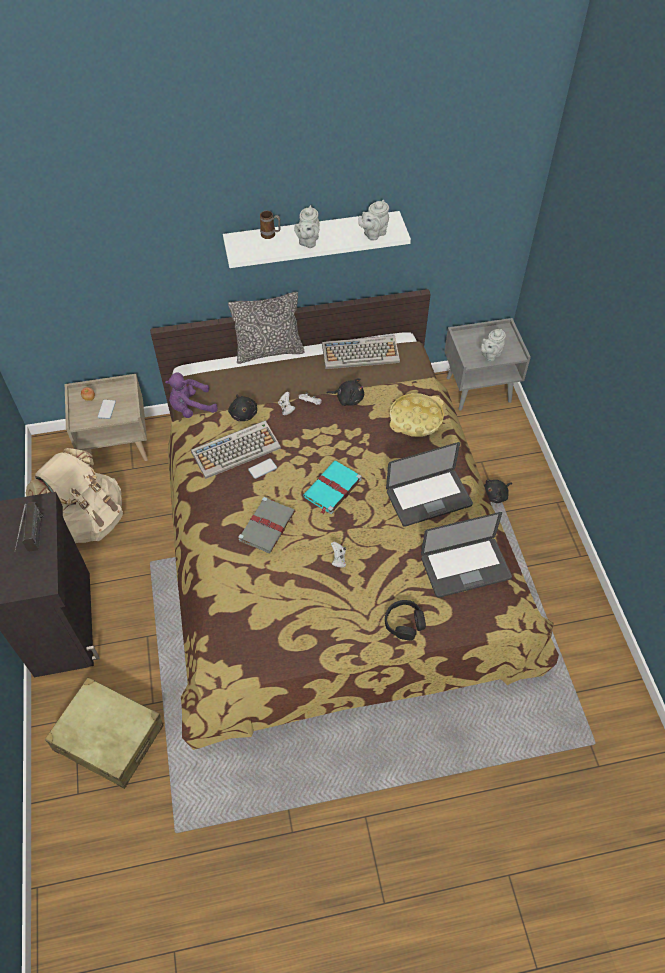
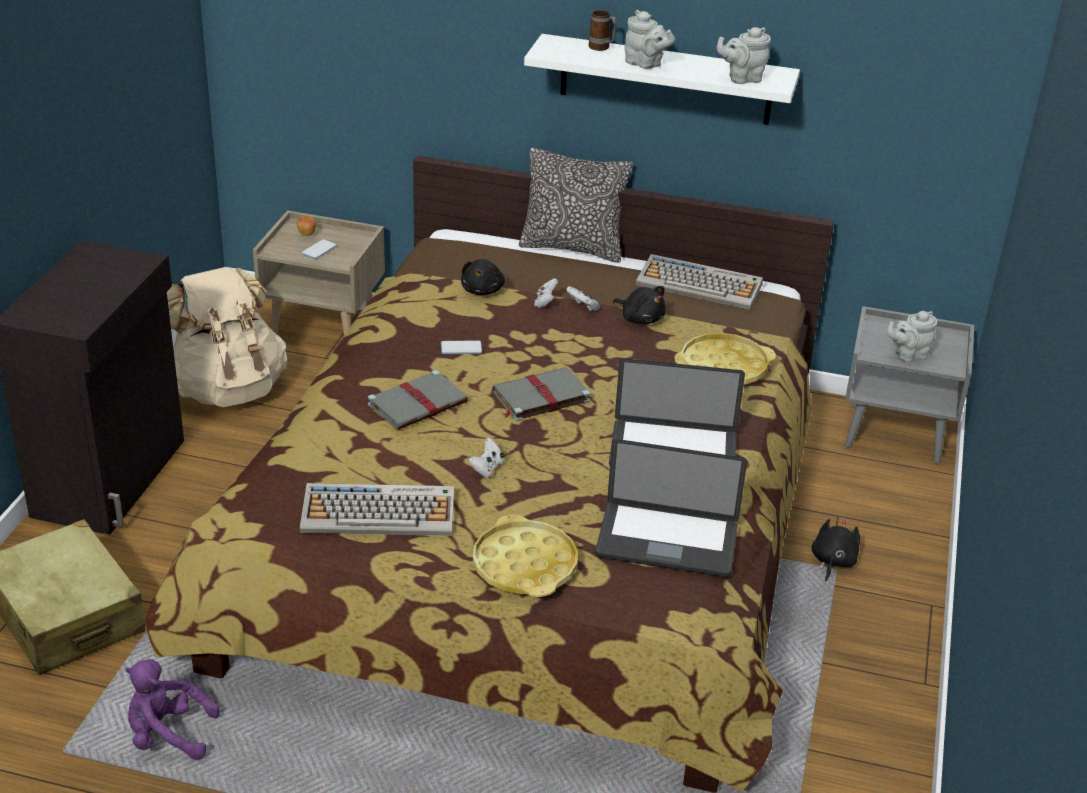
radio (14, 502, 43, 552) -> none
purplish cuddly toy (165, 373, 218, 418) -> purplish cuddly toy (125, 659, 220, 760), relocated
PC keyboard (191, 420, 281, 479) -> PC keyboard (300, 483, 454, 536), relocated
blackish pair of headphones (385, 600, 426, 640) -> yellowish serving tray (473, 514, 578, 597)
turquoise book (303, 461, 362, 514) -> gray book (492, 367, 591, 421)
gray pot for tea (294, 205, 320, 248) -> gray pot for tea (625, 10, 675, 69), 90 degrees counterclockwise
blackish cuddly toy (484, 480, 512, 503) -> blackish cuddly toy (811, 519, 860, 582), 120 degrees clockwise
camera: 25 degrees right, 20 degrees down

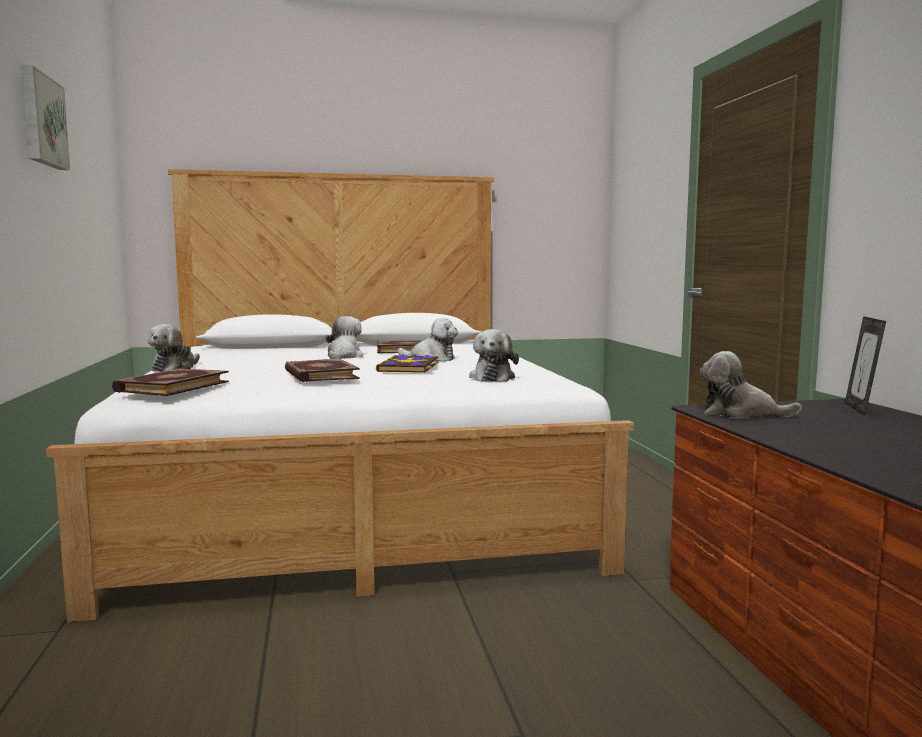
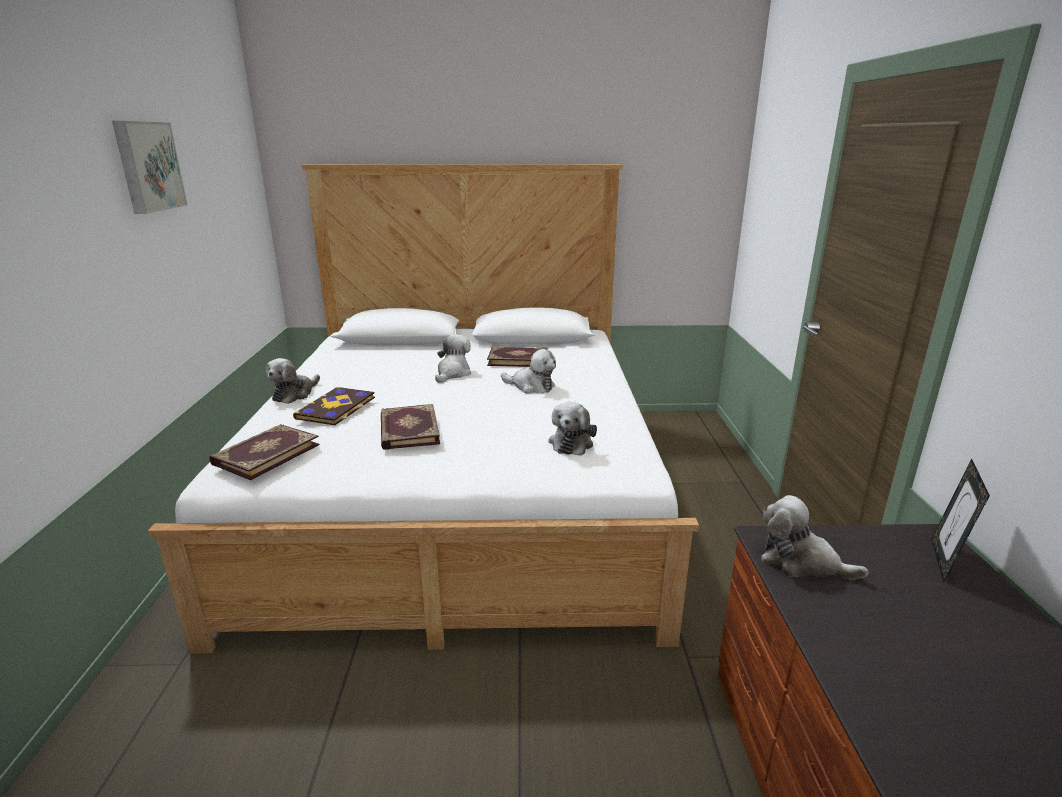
book (376, 354, 440, 373) -> book (293, 387, 375, 425), relocated
camera: 10 degrees right, 15 degrees up

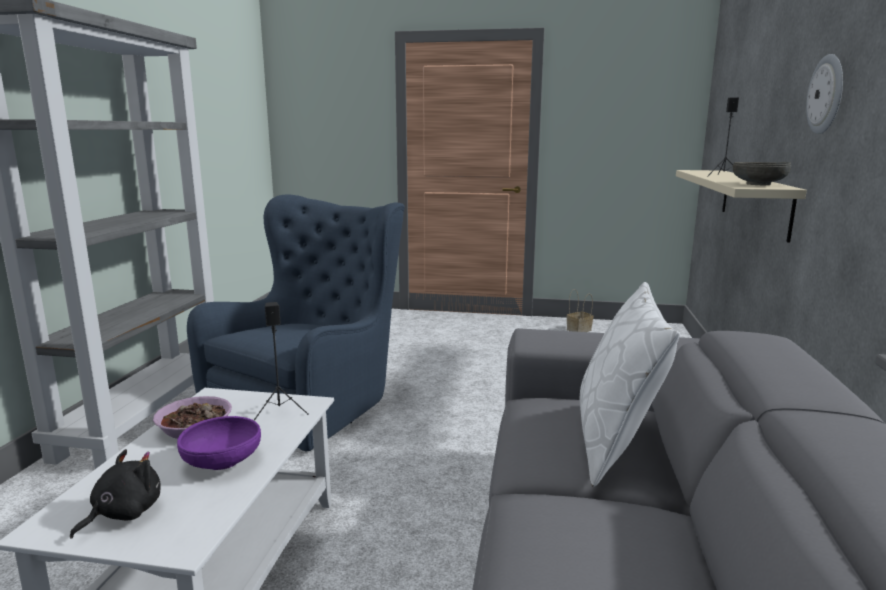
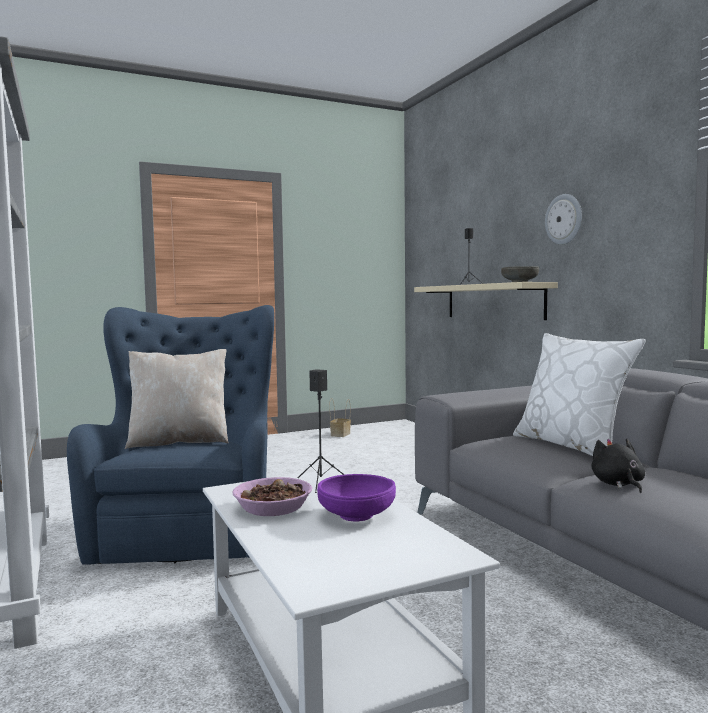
none -> beige-coloured cushion (125, 349, 229, 449)
blackish cuddly toy (70, 449, 161, 539) -> blackish cuddly toy (592, 439, 645, 493), relocated
camera: 35 degrees left, 10 degrees down

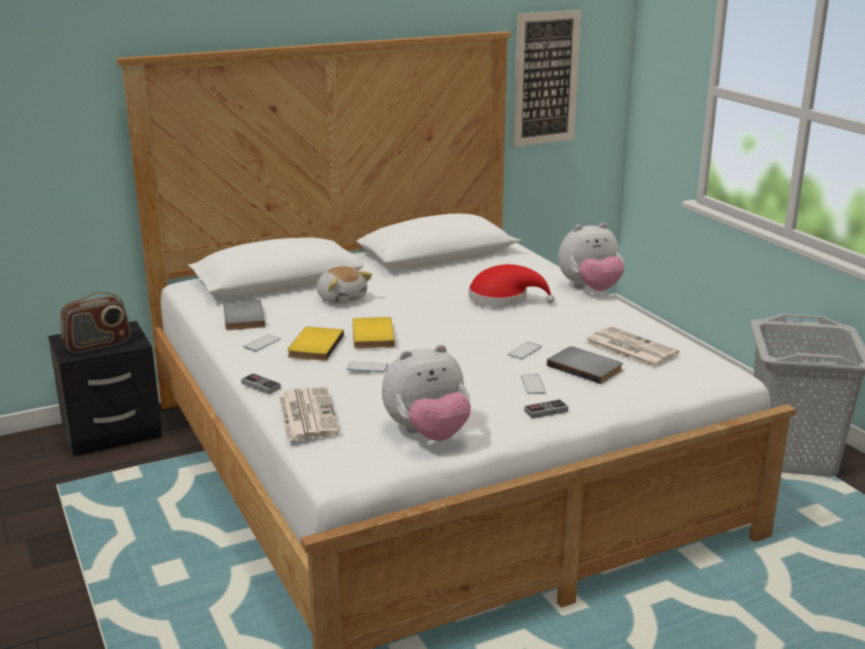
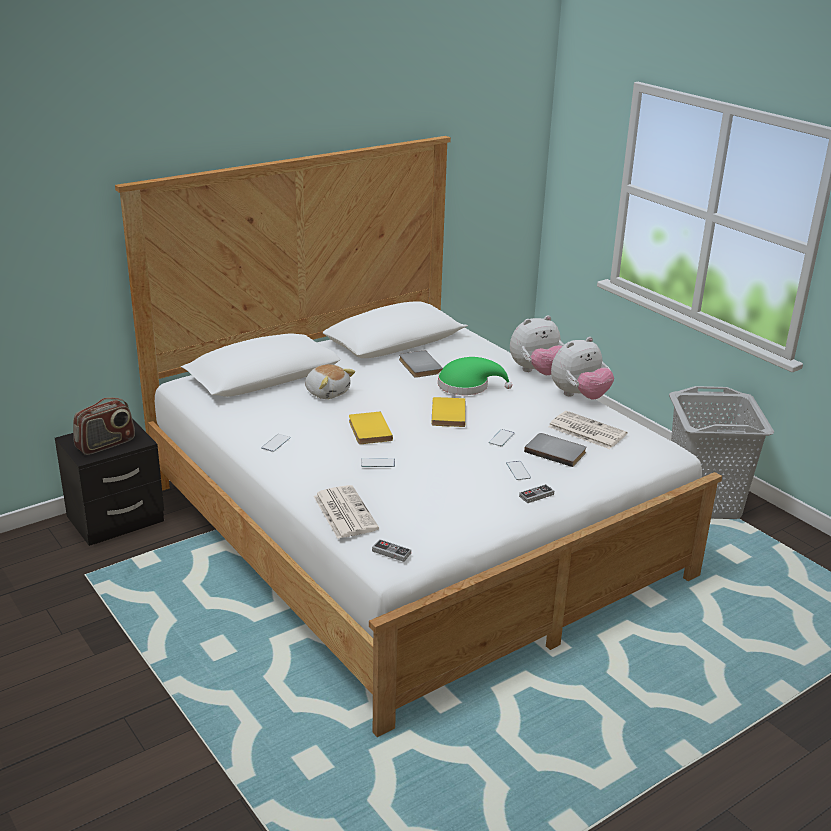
wall art (513, 10, 581, 147) -> none
gray book (223, 300, 265, 330) -> gray book (399, 350, 443, 378), relocated
joypad (241, 373, 281, 394) -> joypad (372, 539, 411, 562), relocated
yellowish book (287, 327, 344, 361) -> yellowish book (431, 397, 465, 427), relocated
cuddly toy (382, 344, 471, 441) -> cuddly toy (551, 337, 614, 400), relocated
red hat (469, 264, 555, 307) -> greenish hat (438, 357, 512, 395)
camera: 10 degrees left, 5 degrees up

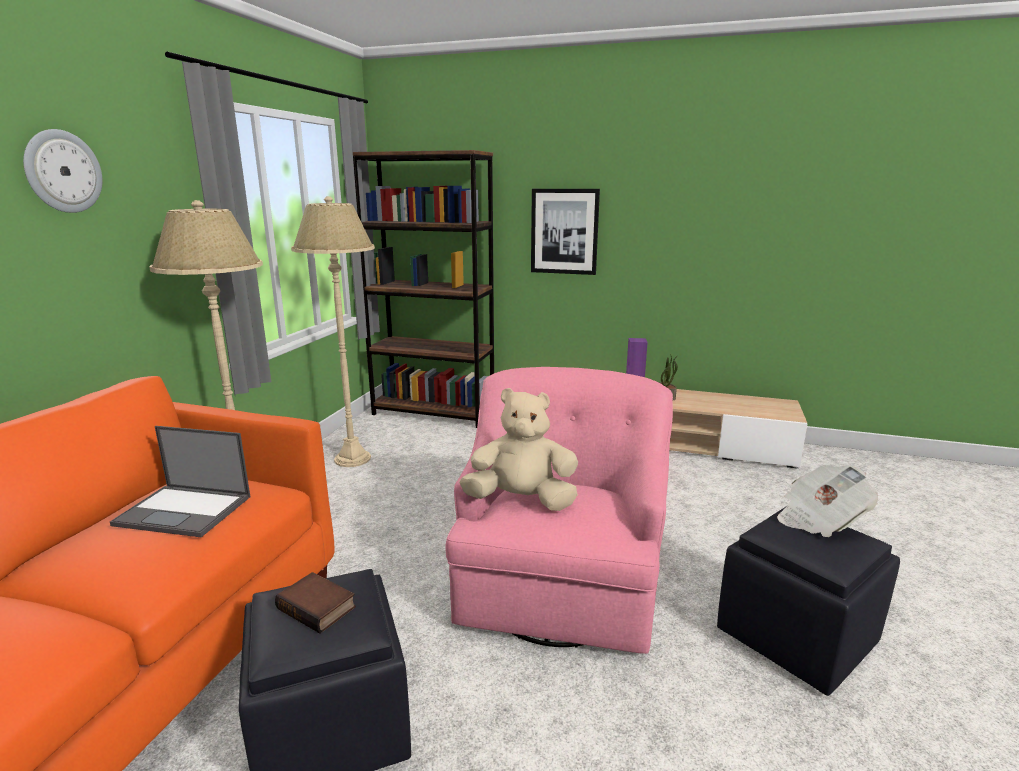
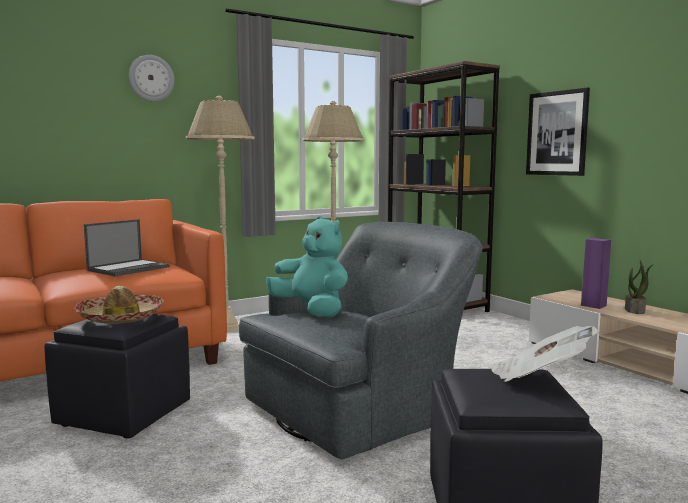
book (275, 572, 356, 634) -> hat (75, 286, 164, 324)
pinkish lounge chair (446, 367, 673, 654) -> gray lounge chair (239, 222, 483, 459)
beige-coloured cuddly toy (459, 388, 578, 511) -> turquoise cuddly toy (266, 216, 348, 317)
notebook computer (110, 426, 250, 537) -> notebook computer (84, 219, 170, 277), 105 degrees counterclockwise
camera: 40 degrees right, 10 degrees down

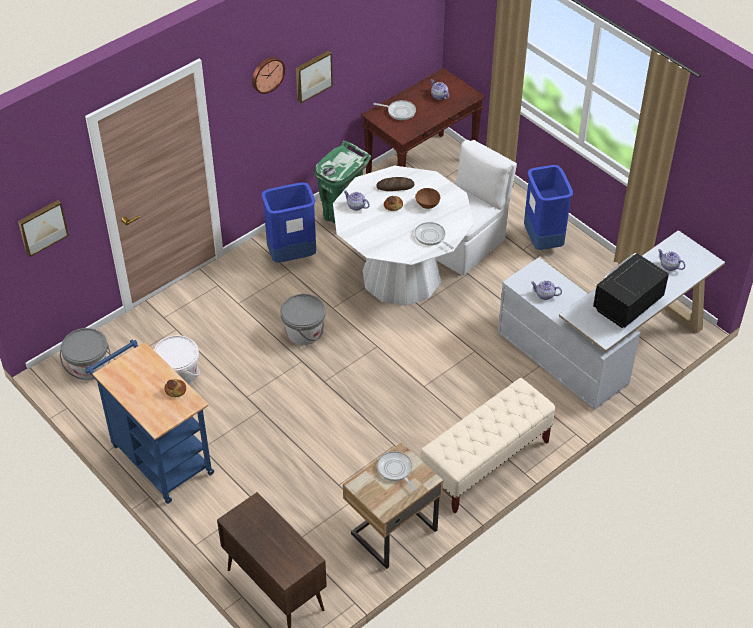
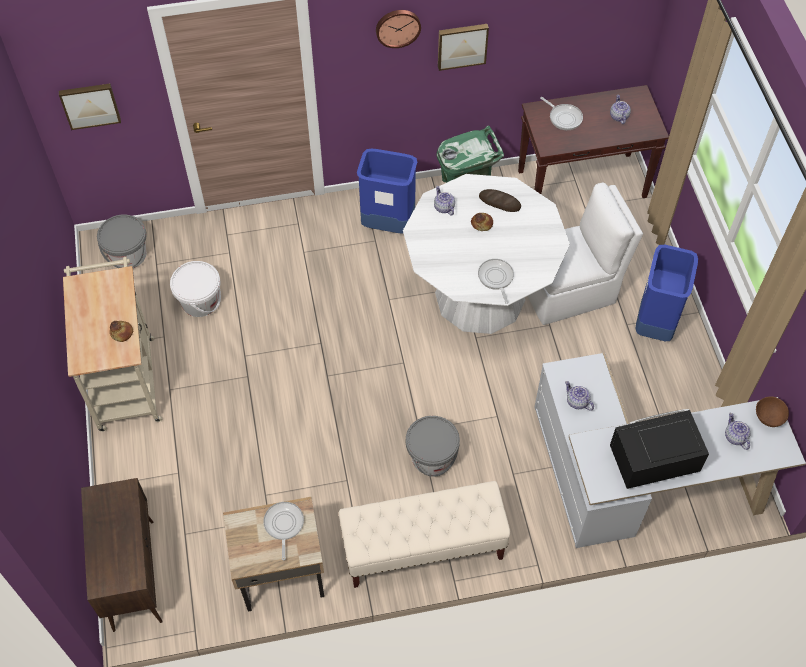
gray pail (280, 294, 326, 345) -> gray pail (406, 416, 460, 477), relocated
brownish serving bowl (415, 188, 440, 209) -> brownish serving bowl (756, 397, 789, 427), relocated
blue-coloured cart (85, 339, 214, 504) -> beige-coloured cart (63, 257, 162, 432)
camera: 30 degrees right, 10 degrees up

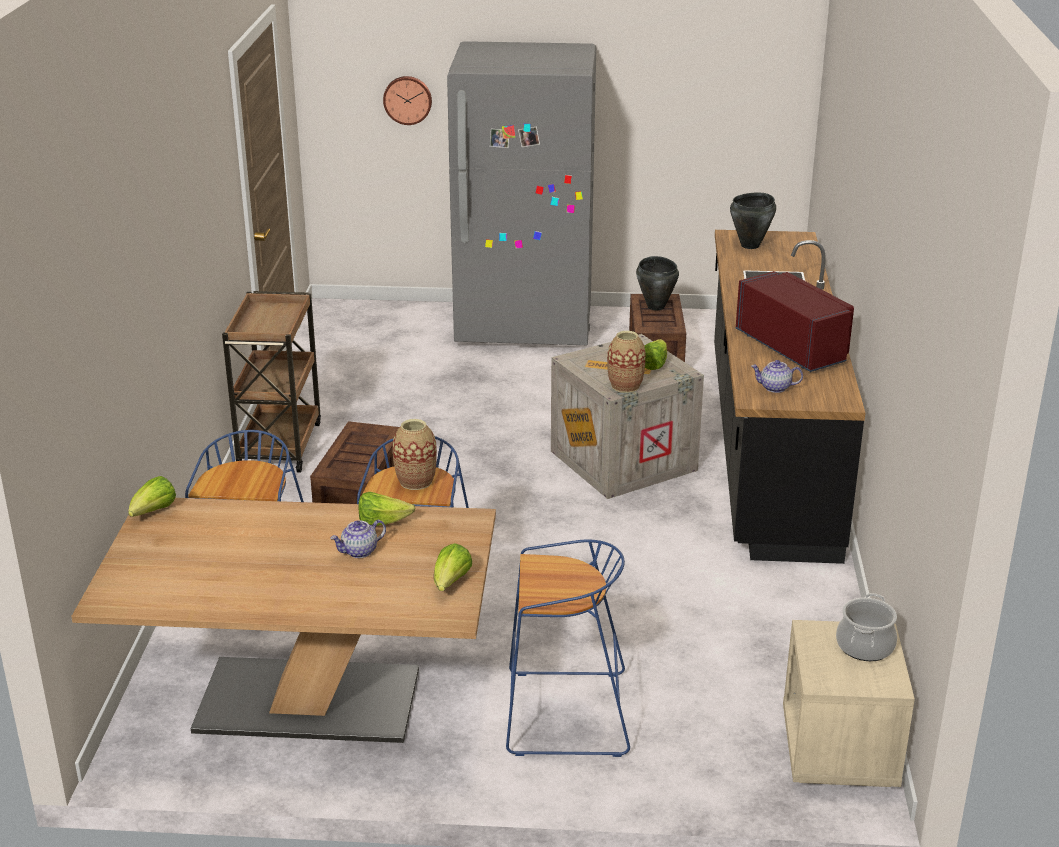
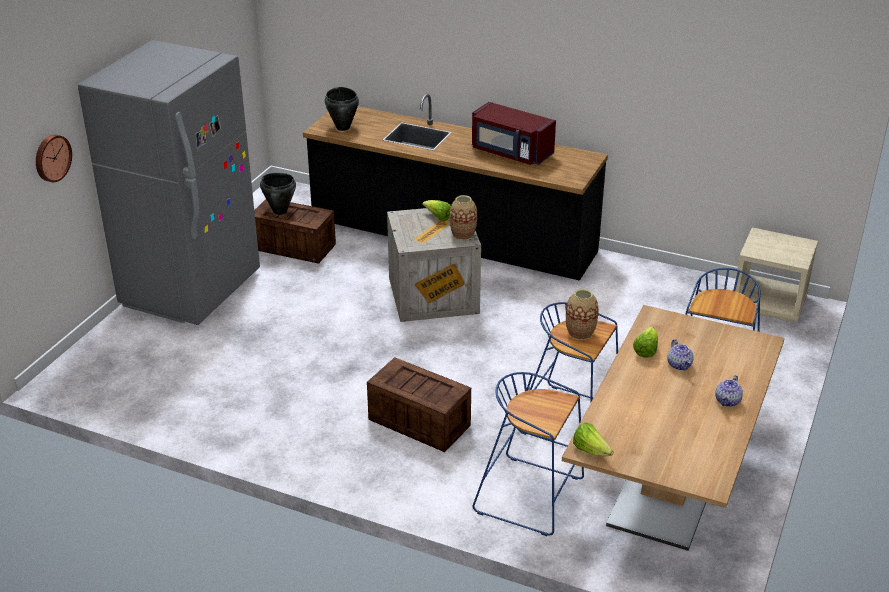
brownish cart (222, 291, 321, 473) -> none
head of lettuce (434, 543, 472, 591) -> none
stockpot (836, 593, 897, 661) -> none
pot for tea (751, 360, 803, 393) -> pot for tea (715, 375, 743, 407), relocated
red microwave oven (736, 271, 854, 372) -> red microwave oven (472, 102, 556, 165), 135 degrees counterclockwise
camera: 70 degrees left, 5 degrees up

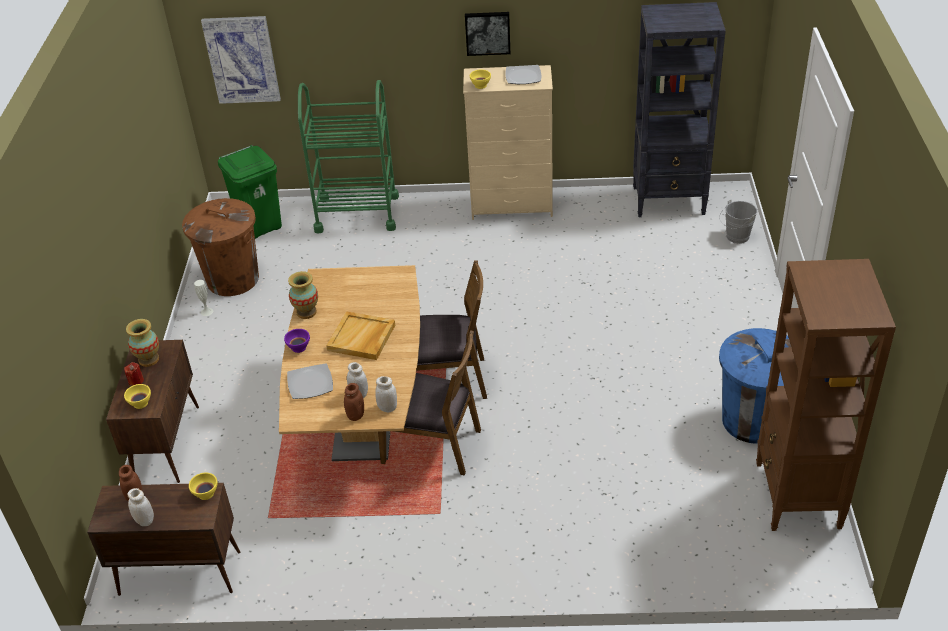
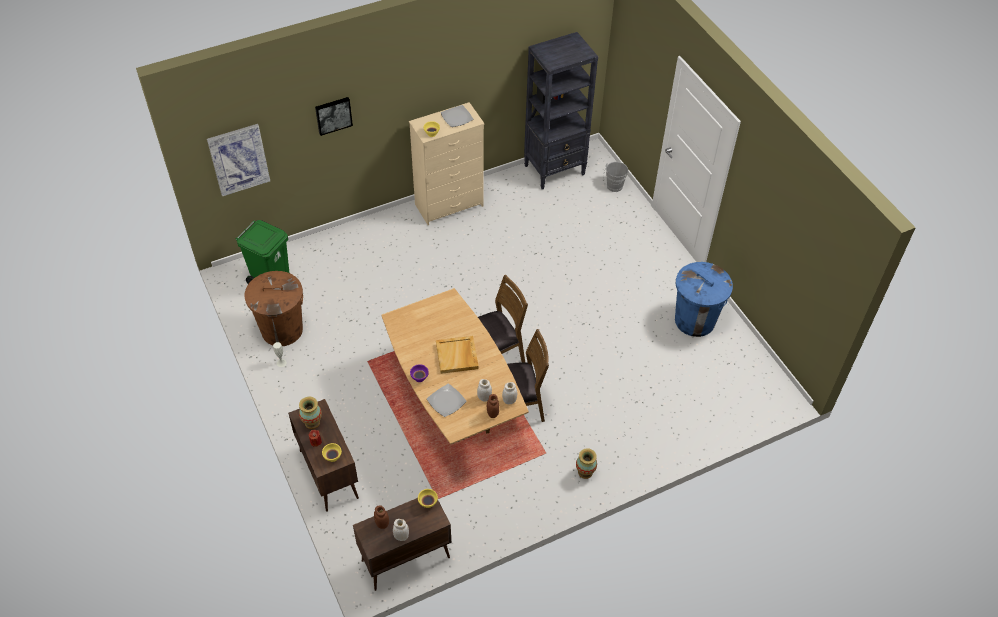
greenish cart (298, 80, 399, 234) -> none
brownish shelving unit (756, 259, 896, 531) -> none
flower vase (288, 271, 318, 319) -> flower vase (576, 448, 597, 479), relocated
wall art (465, 12, 510, 56) -> wall art (315, 97, 353, 136), relocated
camera: 30 degrees left, 10 degrees up

